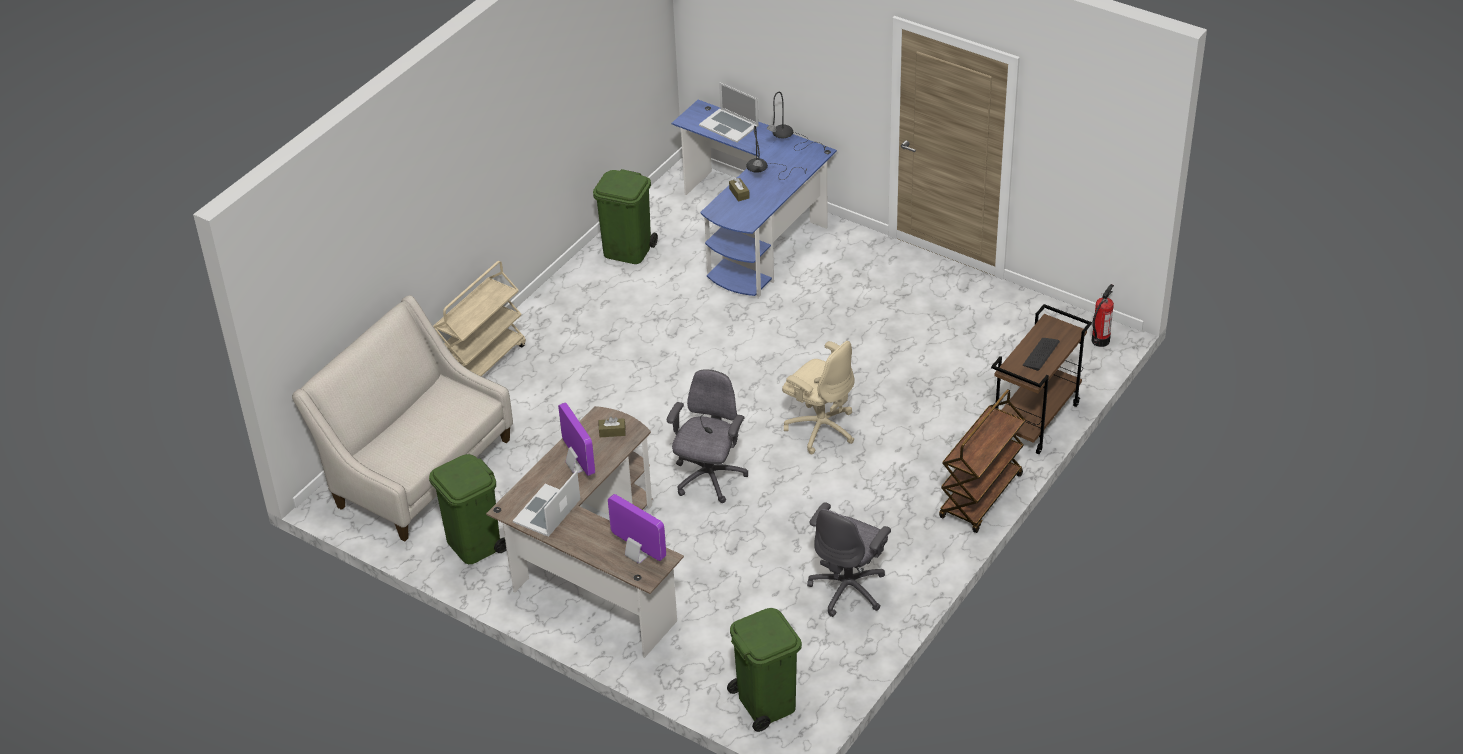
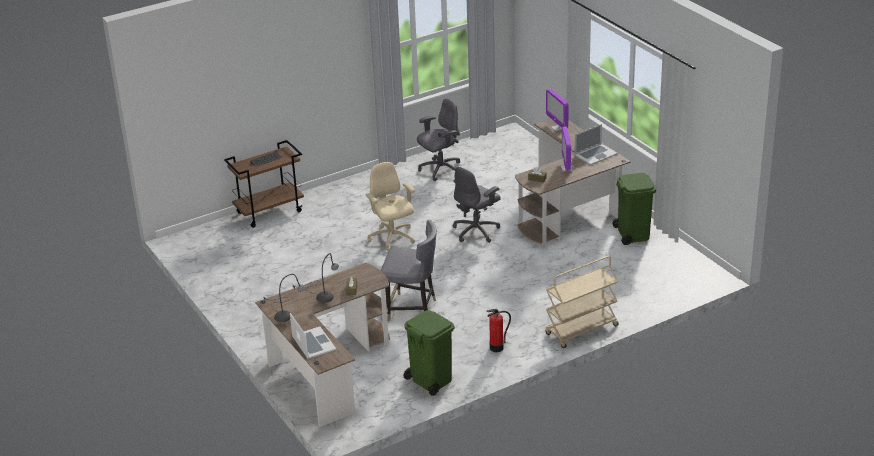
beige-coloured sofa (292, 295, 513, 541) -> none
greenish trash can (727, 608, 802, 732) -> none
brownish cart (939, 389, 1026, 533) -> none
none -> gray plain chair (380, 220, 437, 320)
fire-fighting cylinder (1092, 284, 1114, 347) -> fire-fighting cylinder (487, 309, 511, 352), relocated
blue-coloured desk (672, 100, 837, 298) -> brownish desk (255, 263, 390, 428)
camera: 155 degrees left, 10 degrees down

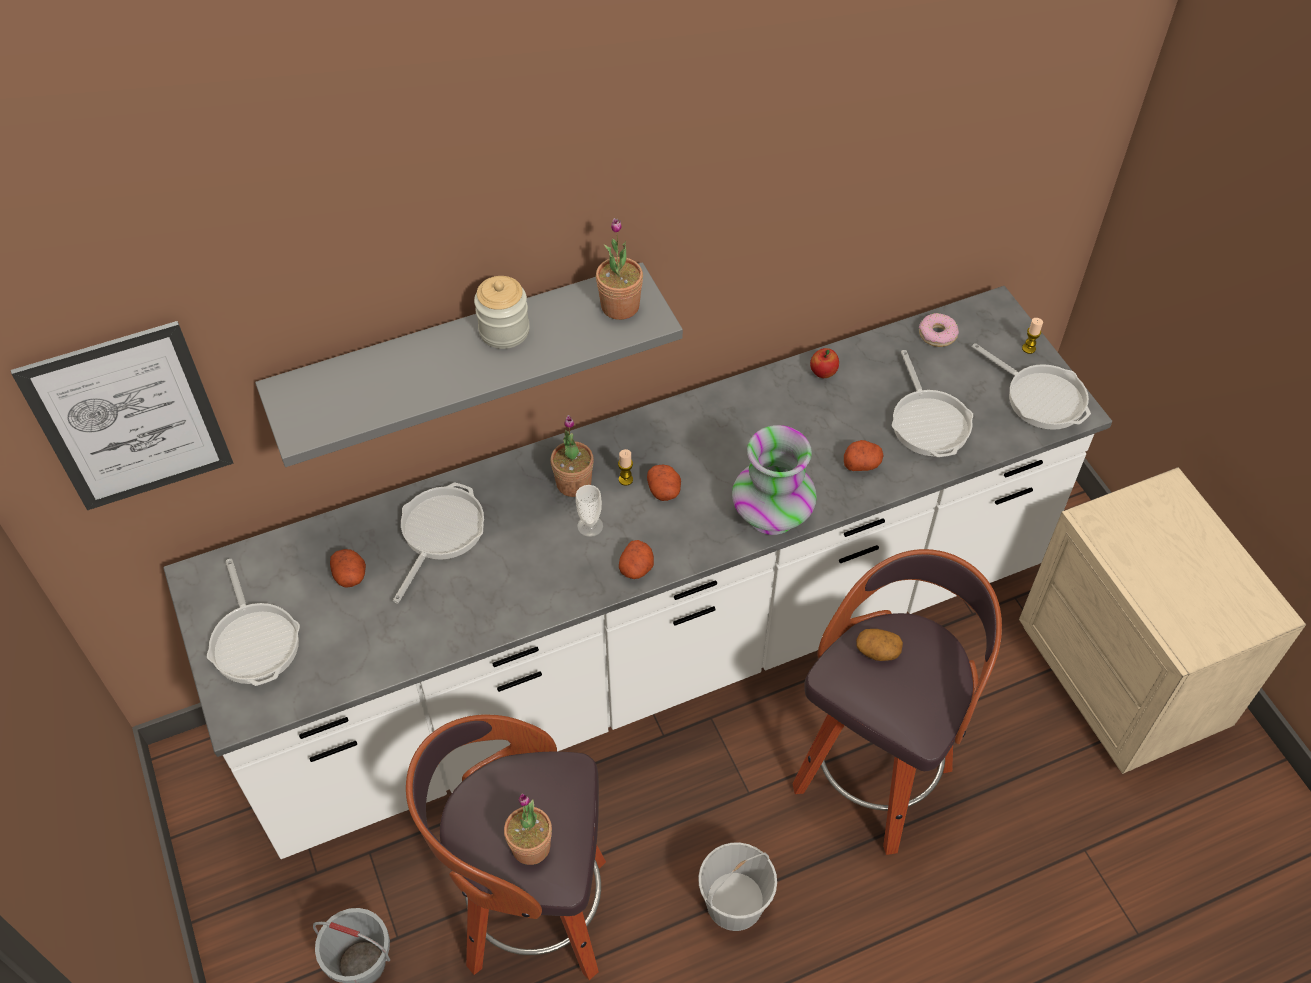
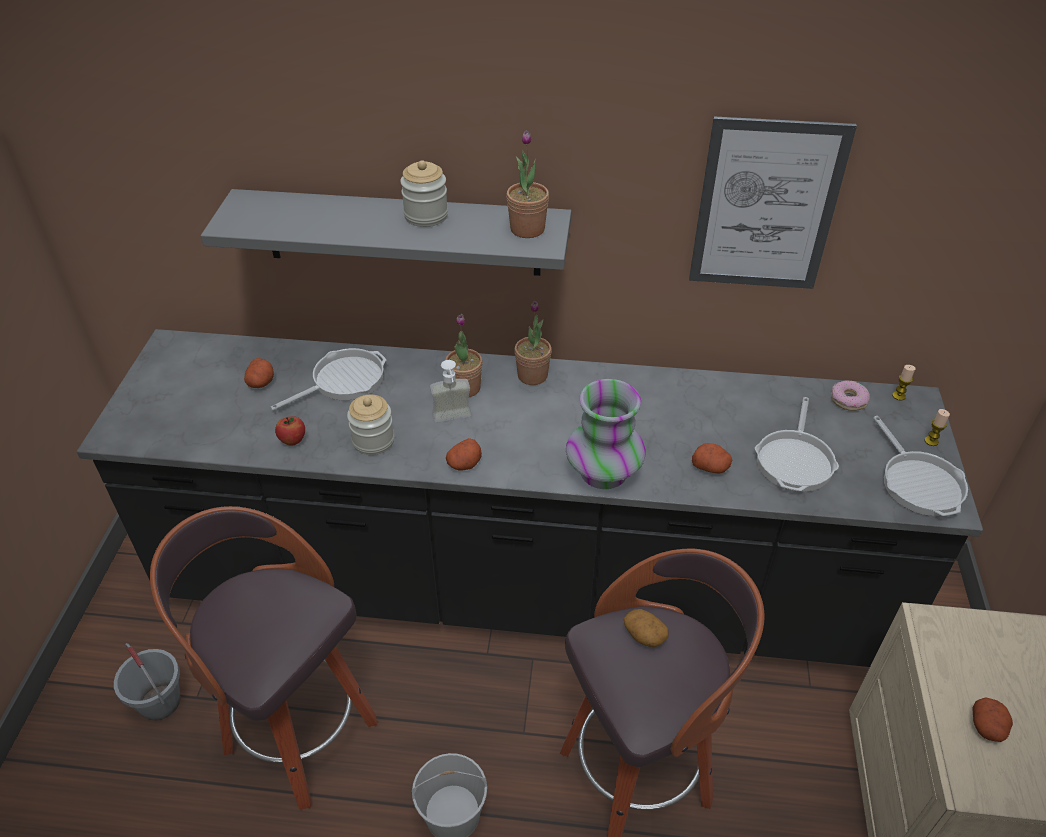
frying pan (207, 559, 300, 686) -> none
none -> storage jar (347, 395, 394, 455)
wall art (11, 321, 233, 510) -> wall art (689, 116, 857, 289), relocated
plant in a pot (504, 793, 552, 865) -> plant in a pot (514, 301, 552, 385), relocated
wax light (618, 449, 633, 486) -> wax light (892, 365, 916, 400), relocated
whole potato (647, 464, 681, 501) -> whole potato (973, 697, 1013, 742), relocated
apple fruit (810, 348, 839, 378) -> apple fruit (275, 416, 305, 446), relocated
cup (576, 485, 603, 537) -> soap bottle (430, 360, 472, 423)
white counter (163, 286, 1112, 859) -> blackish counter (77, 329, 983, 667)
camera: 30 degrees right, 10 degrees down

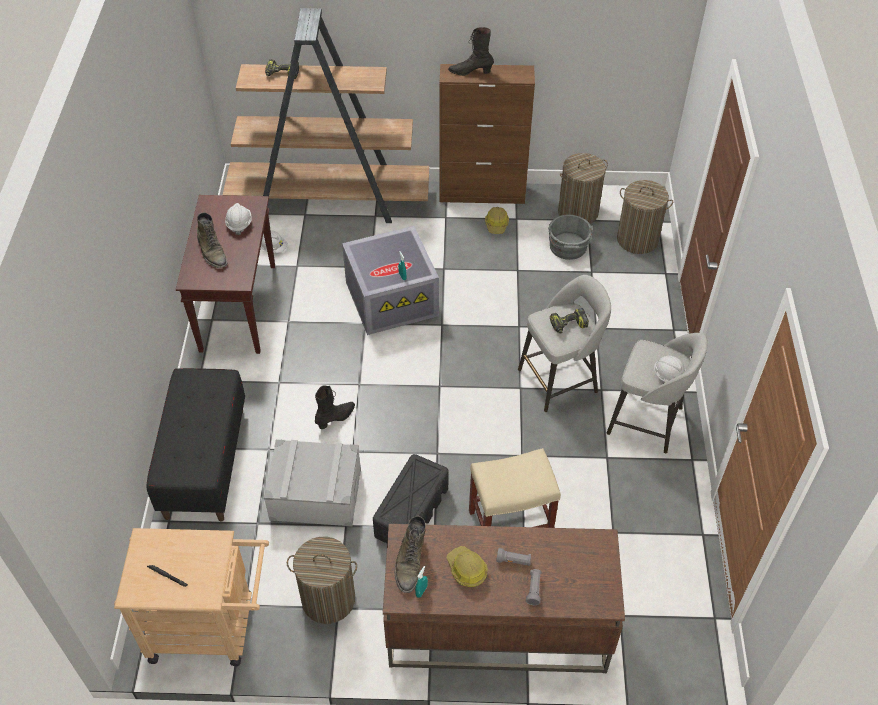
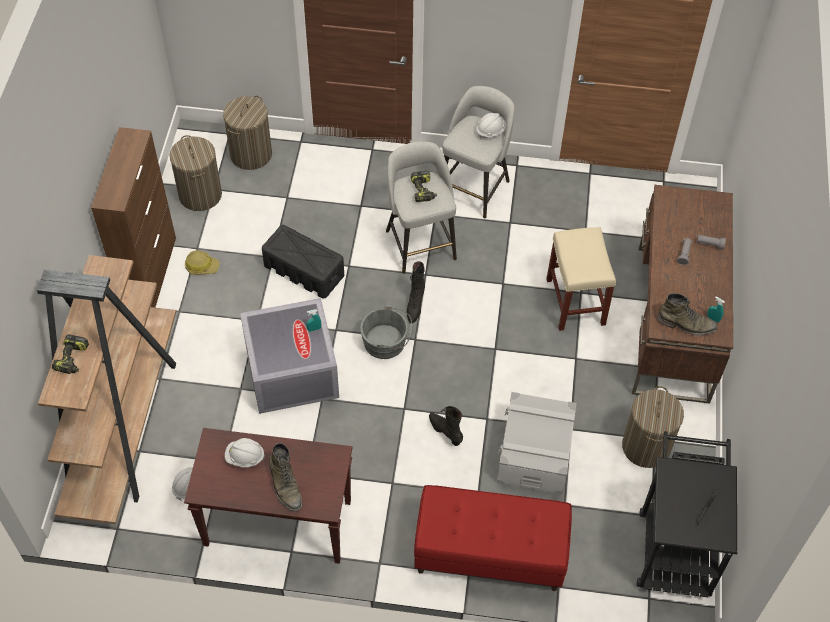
safety helmet (447, 546, 488, 587) -> none
blackish storage box (373, 454, 449, 543) -> blackish storage box (262, 225, 344, 299), relocated
blackish high-top boot (448, 27, 494, 76) -> blackish high-top boot (407, 261, 425, 323), relocated
gray pail (548, 215, 593, 260) -> gray pail (360, 305, 413, 359), relocated
beige-coloured cart (114, 528, 269, 666) -> blackish cart (637, 431, 737, 597)
blackish indoor bench (146, 368, 245, 521) -> red indoor bench (414, 485, 572, 591)
greenish high-top boot (197, 212, 227, 268) -> greenish high-top boot (269, 443, 302, 511), 90 degrees clockwise
camera: 85 degrees left, 5 degrees up

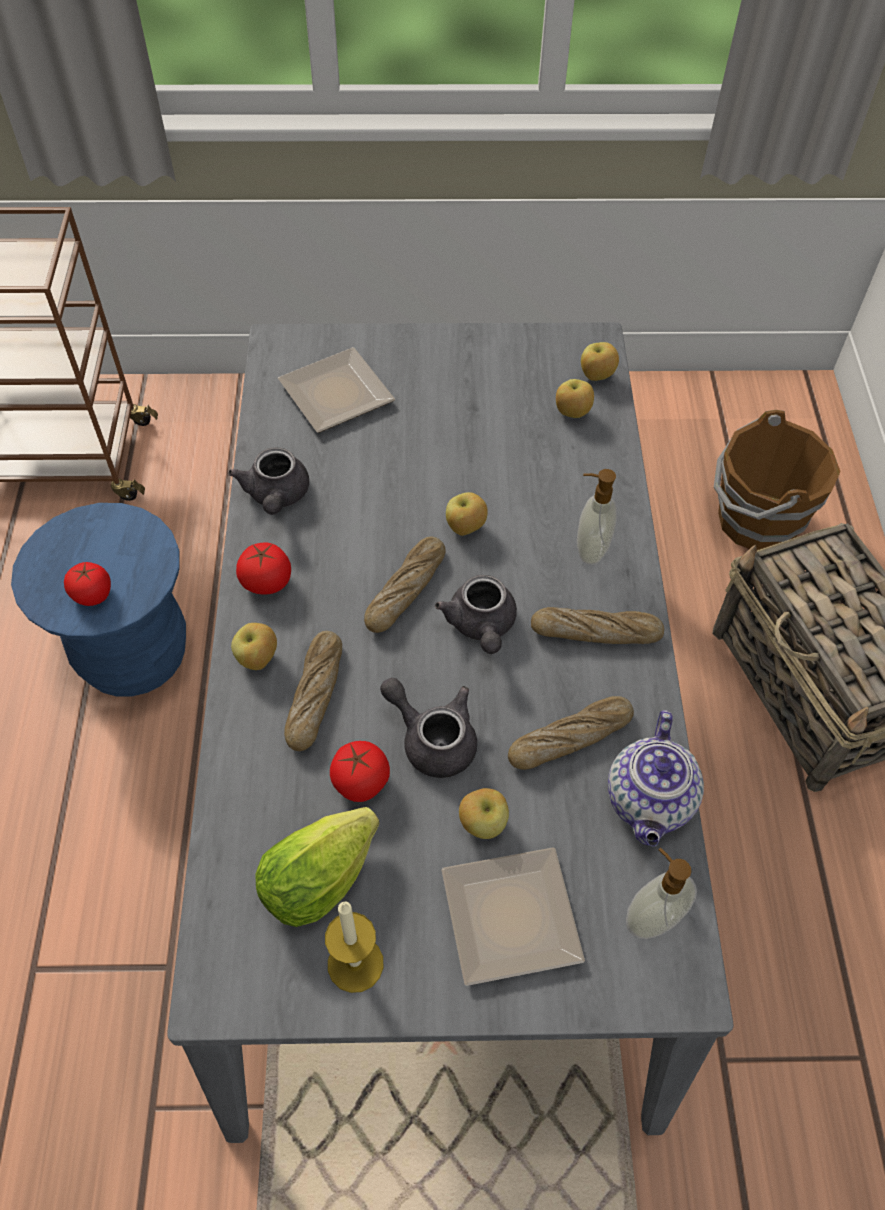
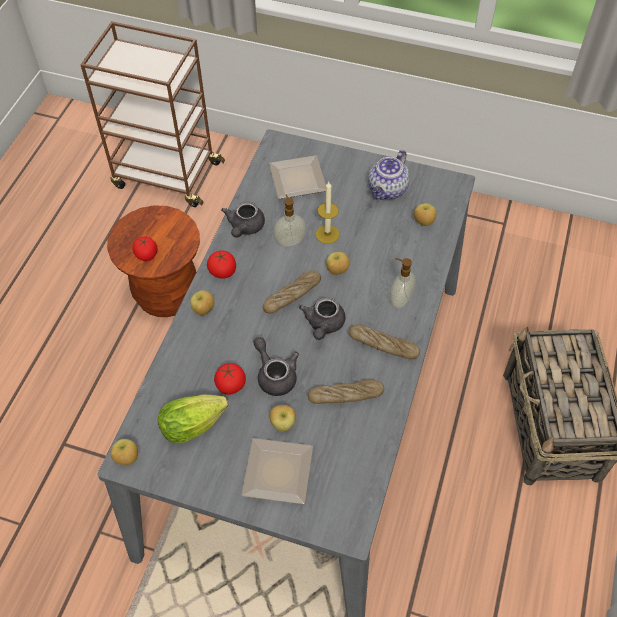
baked bread (284, 631, 342, 751) -> none
brownish pail (714, 410, 841, 550) -> none
wax light (325, 902, 384, 993) -> wax light (316, 182, 339, 244), relocated
apple fruit (581, 342, 619, 381) -> apple fruit (111, 439, 138, 465), relocated
pot for tea (608, 710, 704, 846) -> pot for tea (368, 150, 410, 200), relocated
soap bottle (626, 848, 697, 939) -> soap bottle (273, 194, 307, 247), relocated
blue-coloured stool (11, 503, 186, 697) -> brownish stool (107, 205, 200, 317)
camera: 20 degrees right, 0 degrees up

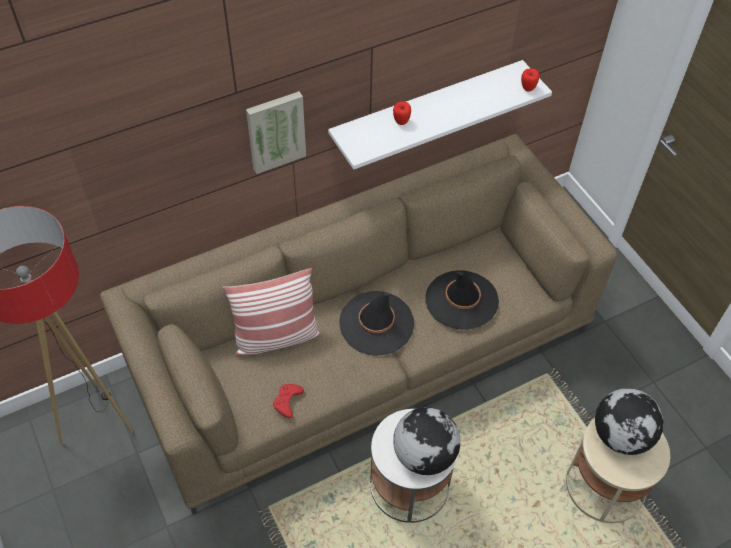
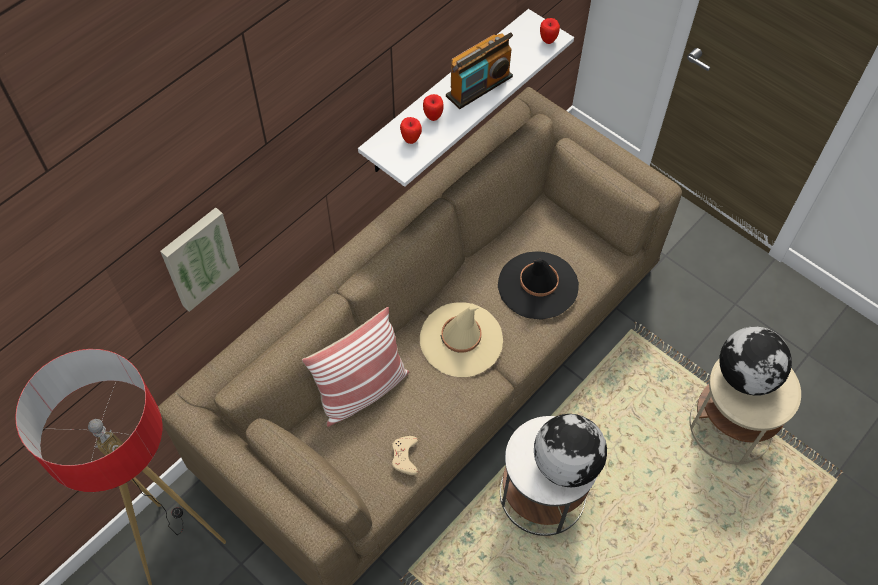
none -> apple fruit (400, 117, 422, 144)
none -> radio (446, 32, 513, 109)
wall art (246, 91, 306, 174) -> wall art (160, 207, 240, 312), relocated
red joypad (273, 384, 304, 418) -> beige-coloured joypad (392, 436, 418, 475)
blackish hat (339, 291, 414, 356) -> beige-coloured hat (420, 302, 503, 377)
camera: 20 degrees left, 5 degrees up

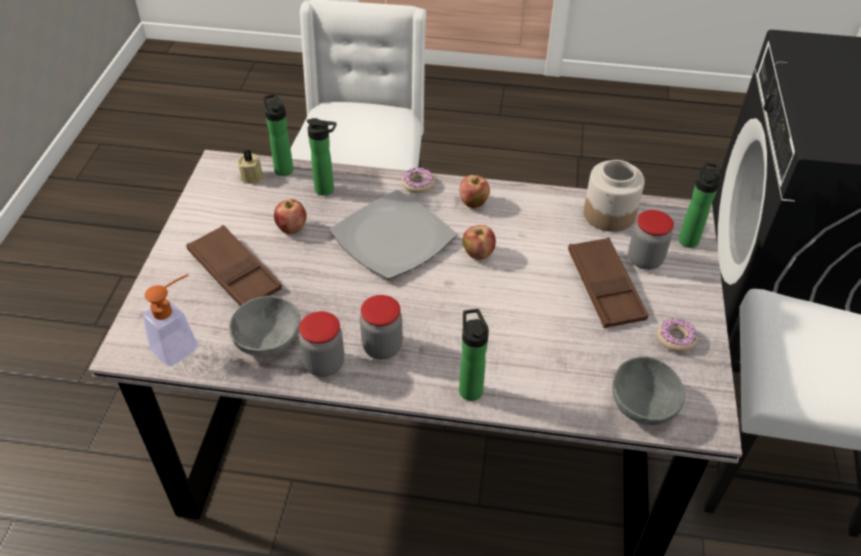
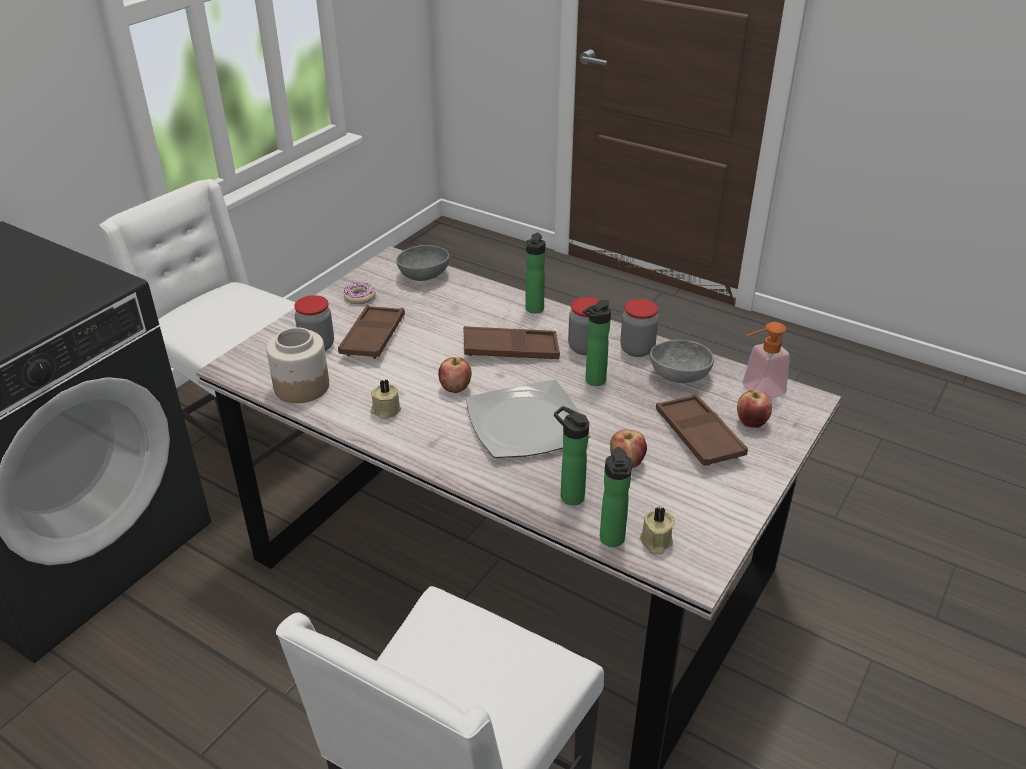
doughnut (402, 168, 435, 193) -> none
none -> beige-coloured wax light (370, 380, 401, 419)
none -> brownish serving tray (464, 326, 560, 359)
apple fruit (459, 175, 490, 208) -> apple fruit (737, 390, 772, 428), relocated
beverage bottle (679, 162, 720, 248) -> beverage bottle (583, 300, 611, 386), relocated
camera: 155 degrees left, 10 degrees down

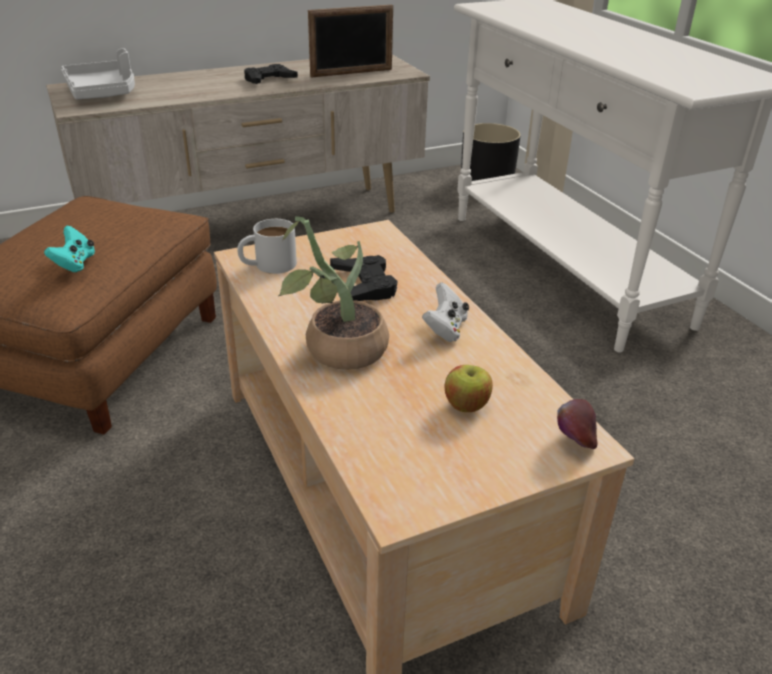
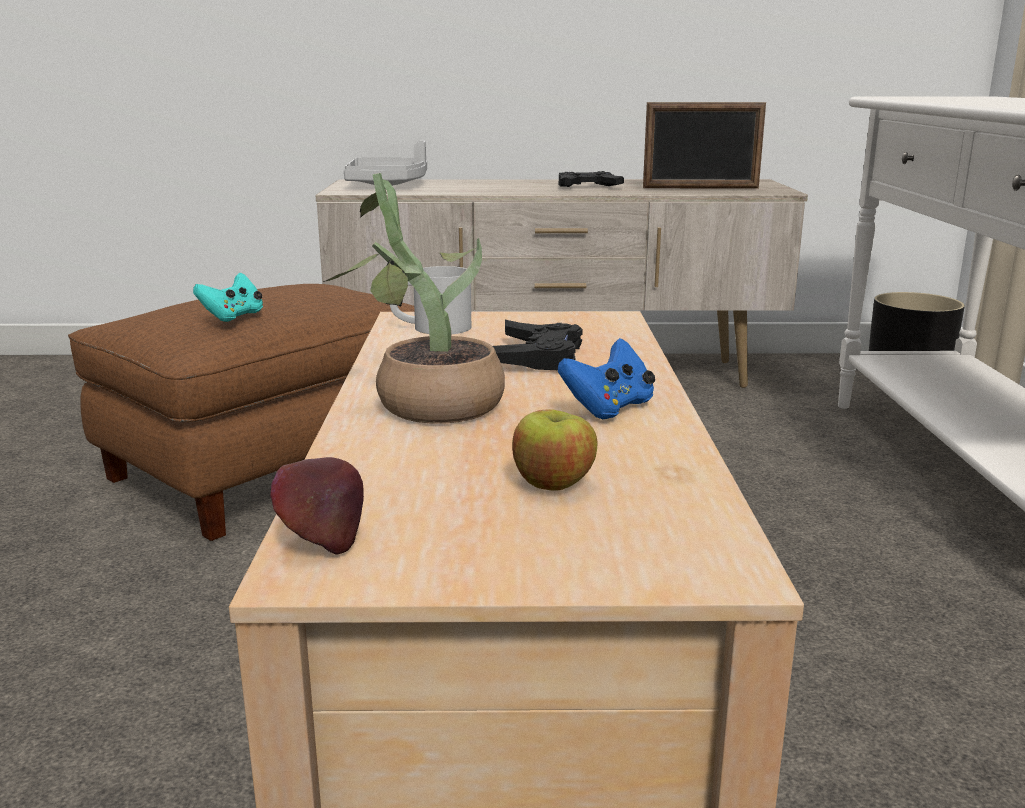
apple fruit (557, 399, 597, 449) -> apple fruit (270, 457, 364, 555), relocated
white joypad (422, 282, 469, 342) -> blue-coloured joypad (558, 338, 655, 419)
camera: 25 degrees right, 15 degrees down

